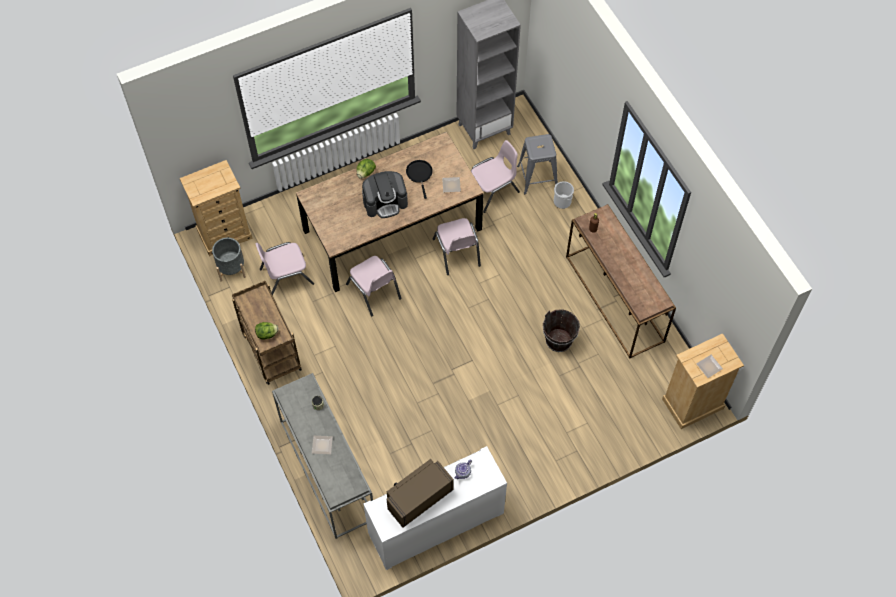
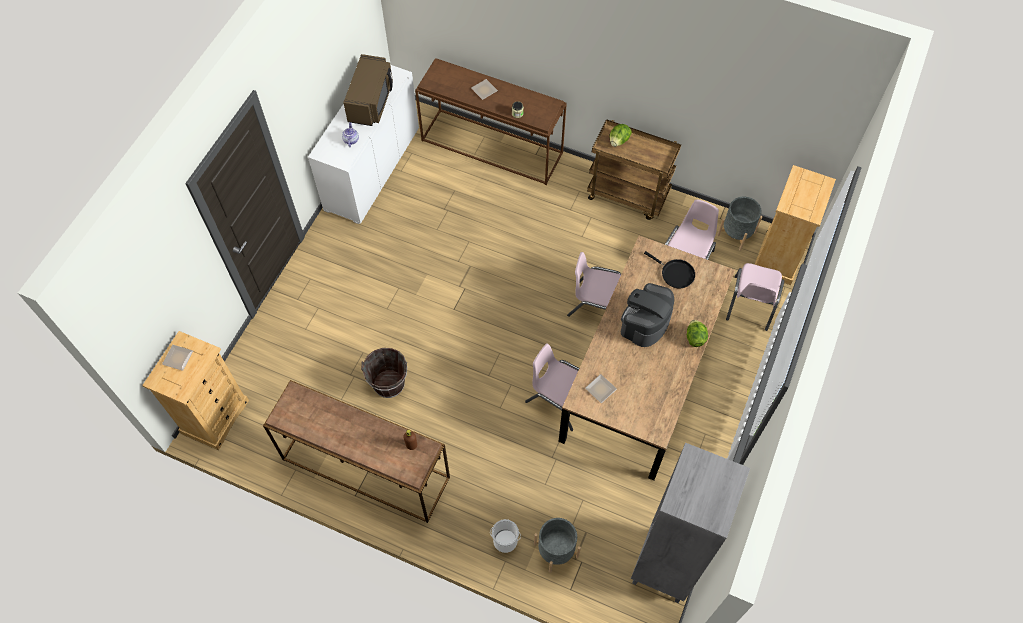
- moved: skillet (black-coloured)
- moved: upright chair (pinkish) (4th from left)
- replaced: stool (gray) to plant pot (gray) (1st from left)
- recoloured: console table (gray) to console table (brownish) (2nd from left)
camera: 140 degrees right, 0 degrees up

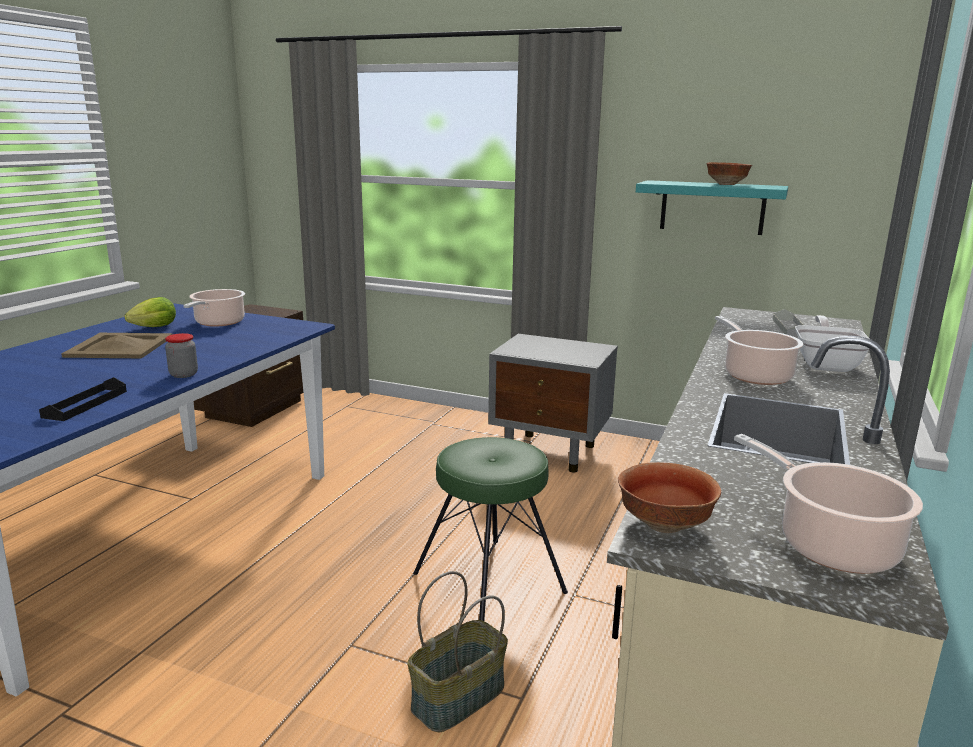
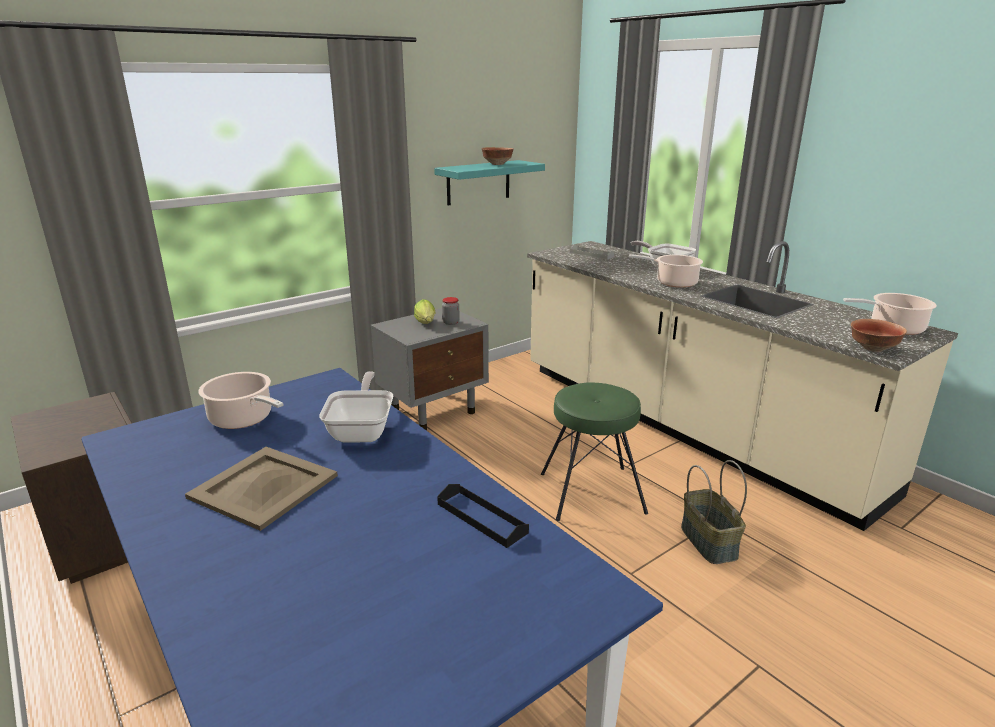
- added: skillet (1st from left)
- moved: lettuce
- moved: jar
camera: 60 degrees left, 5 degrees up

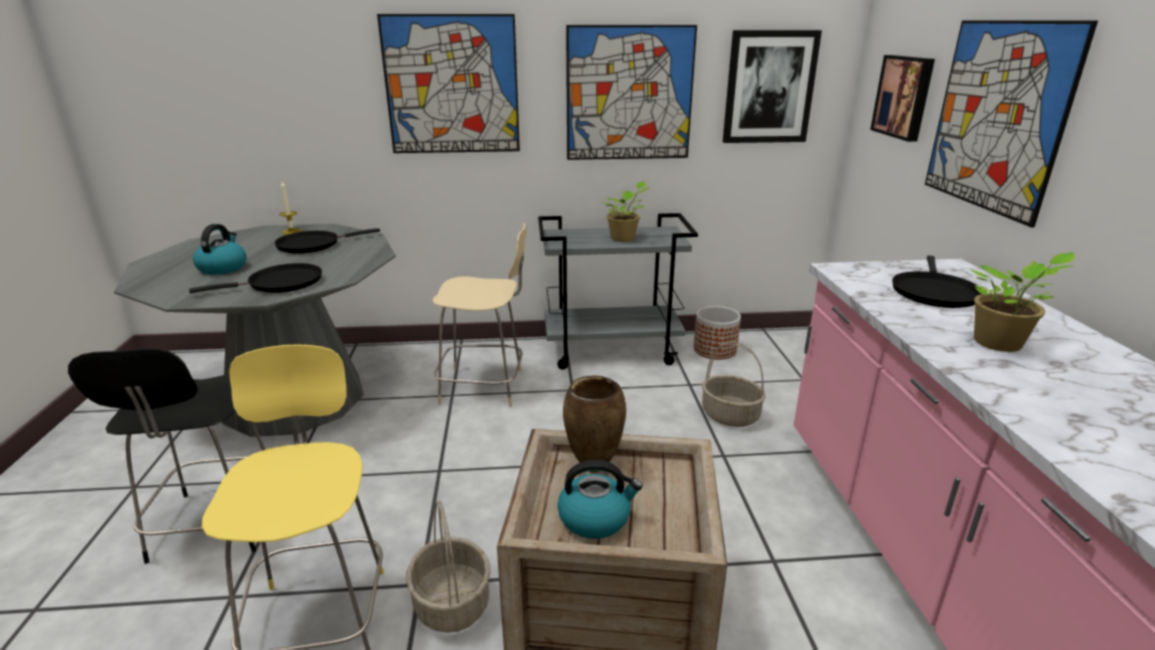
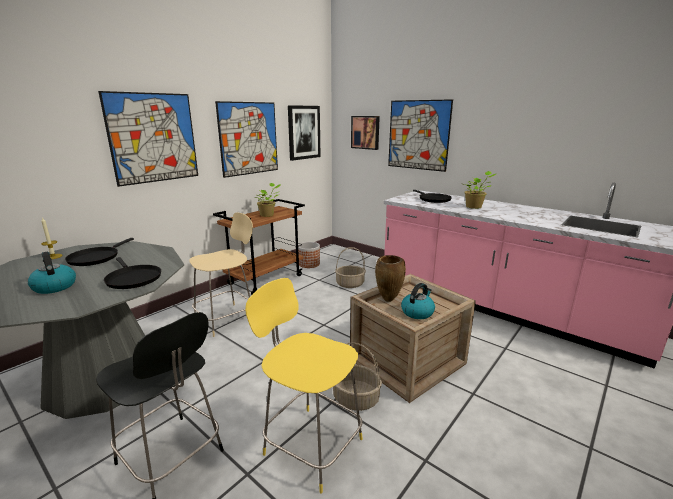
- recoloured: cart (gray) to cart (brownish)
- turned: skillet (black-coloured) (1st from left in the first image) 120 degrees clockwise
camera: 45 degrees left, 5 degrees down

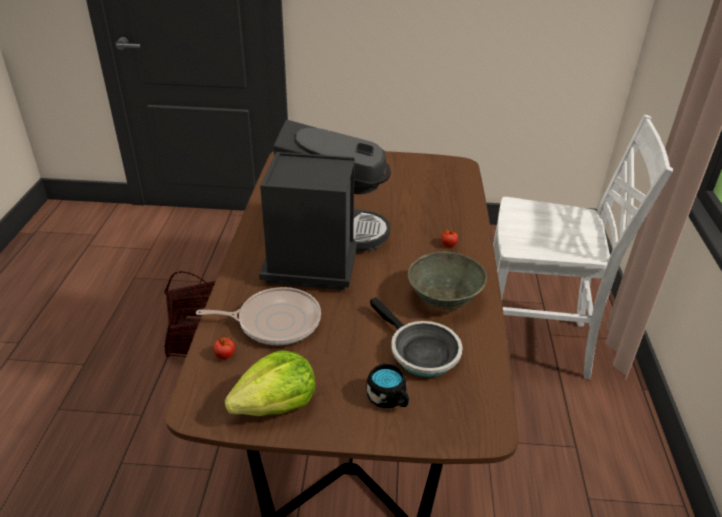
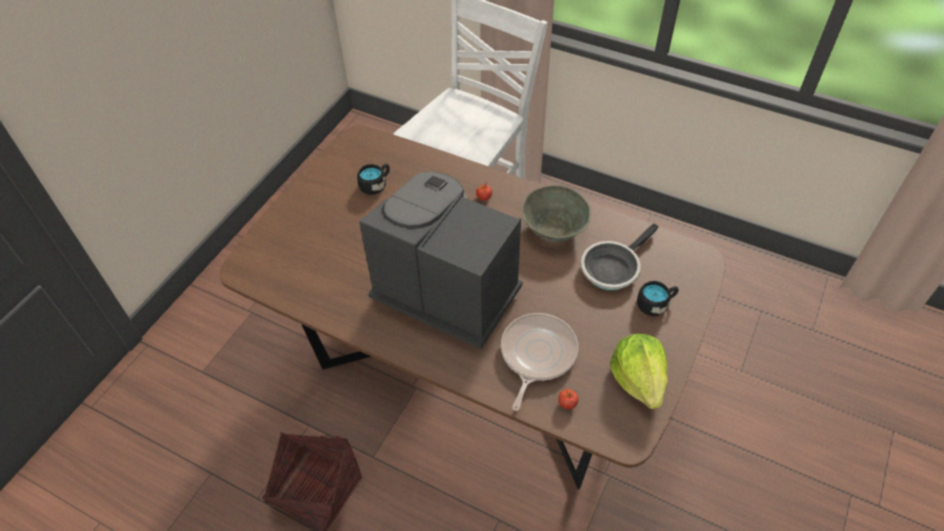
- added: mug (black-coloured) (1st from left)
- turned: skillet (2nd from left) 150 degrees clockwise
camera: 65 degrees left, 15 degrees up

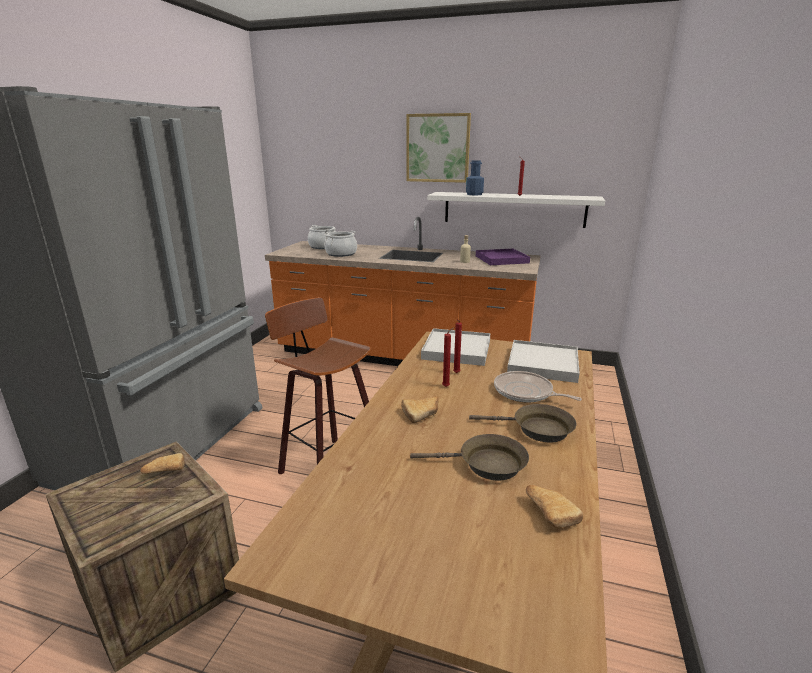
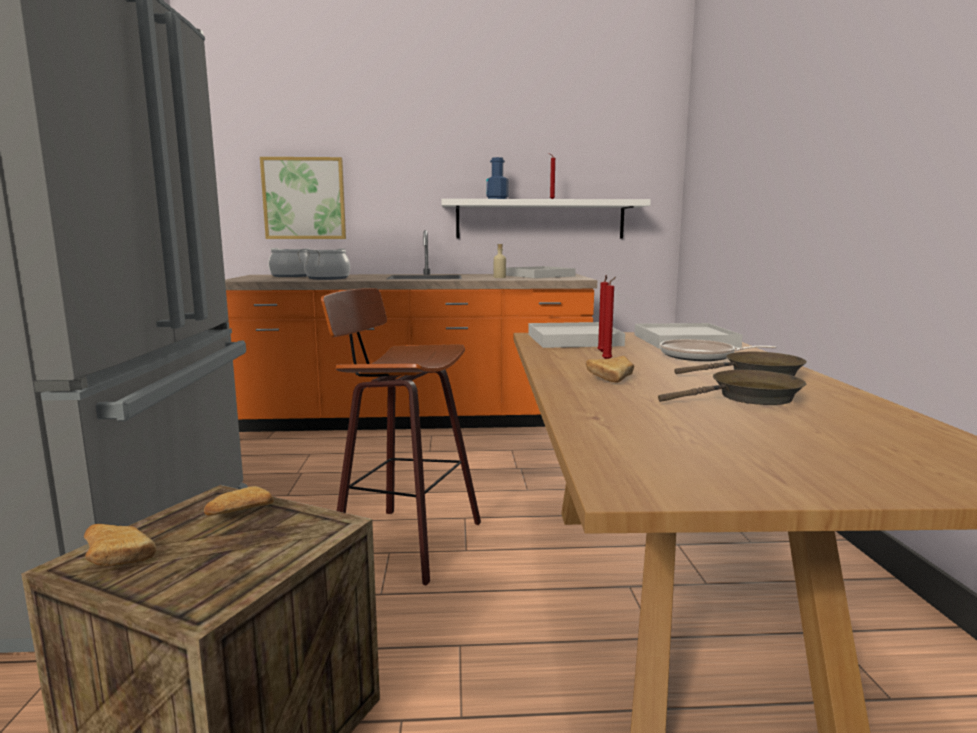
- moved: picture
- moved: baked bread (3rd from left in the first image) to baked bread (1st from left)
- recoloured: carrying tray (purplish) to carrying tray (white-coloured) (1st from left)
camera: 20 degrees left, 10 degrees down

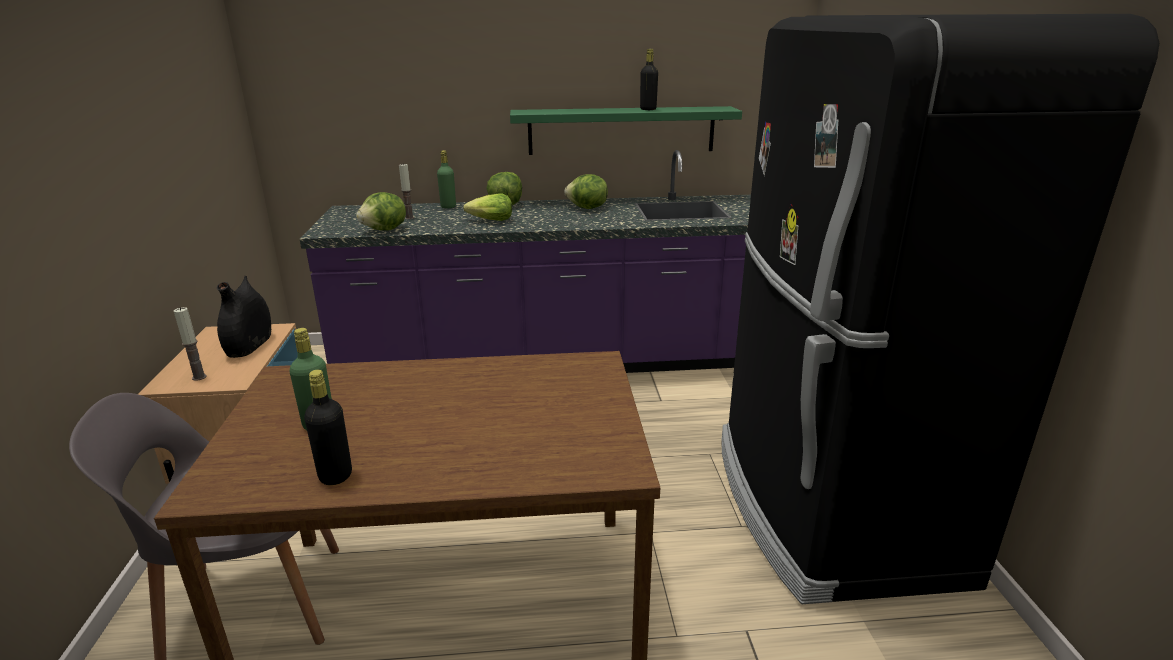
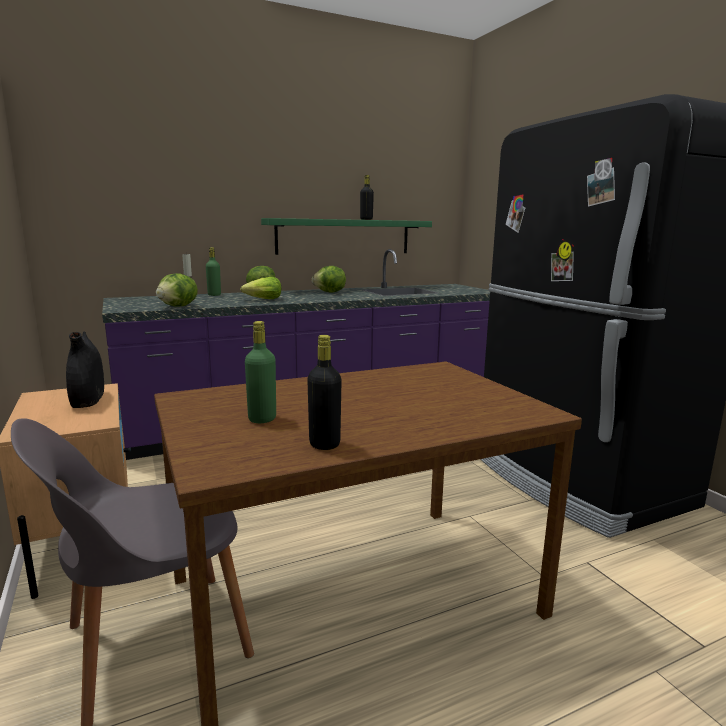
- removed: wax light (1st from left)
camera: 20 degrees left, 10 degrees down

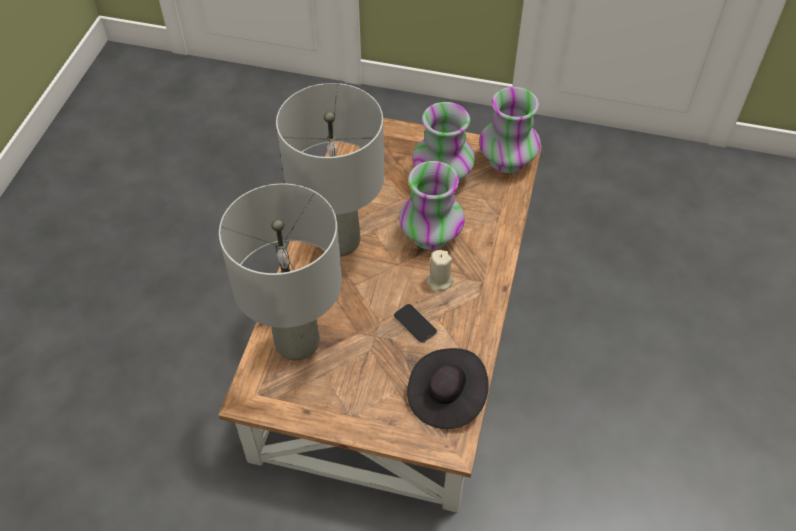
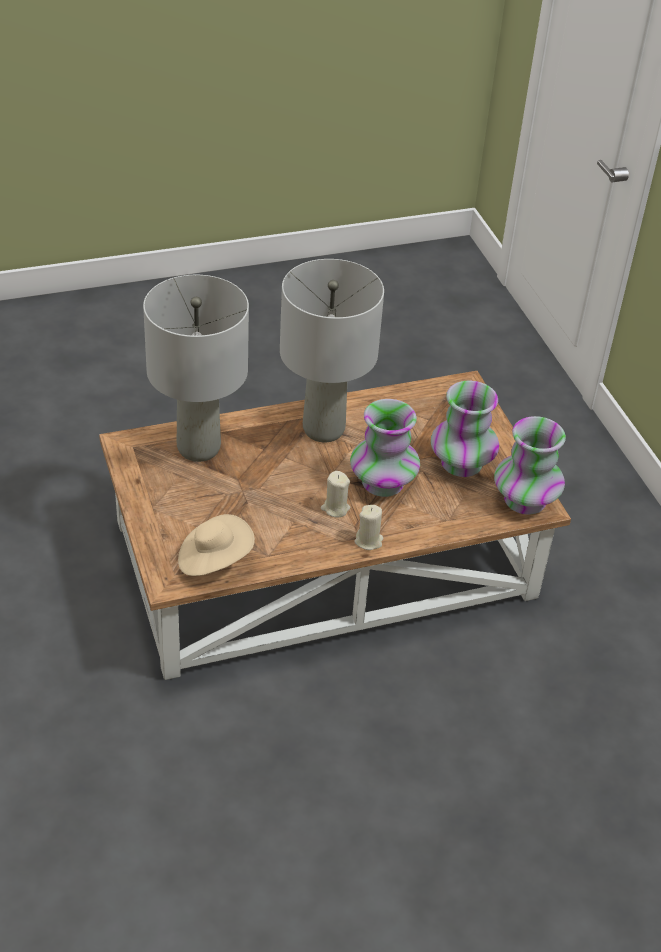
- removed: handset
- added: wax light (beige) (2nd from left)
- recoloured: wearable hat (black-coloured) to wearable hat (beige)
camera: 55 degrees right, 10 degrees down

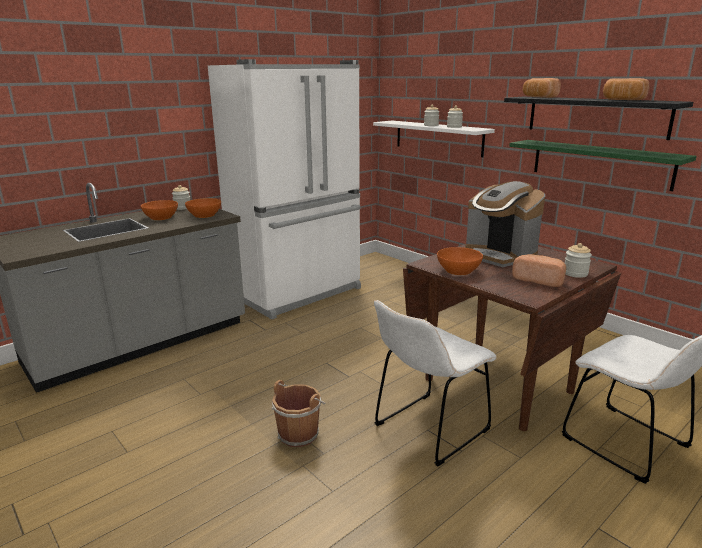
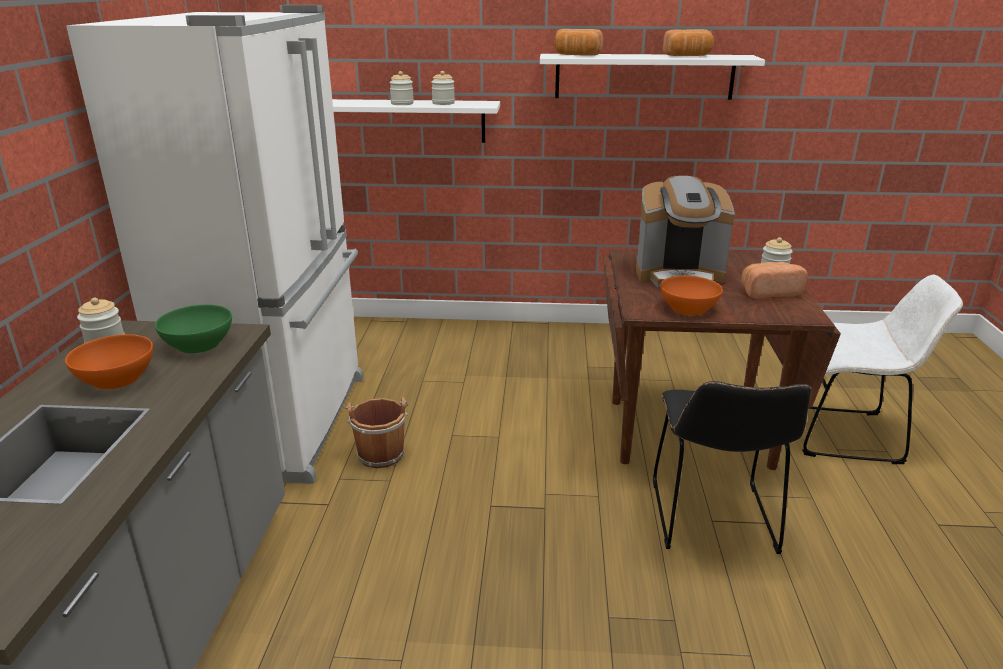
- removed: bracket shelf (green)
- moved: water bucket (brownish)
- recoloured: serving bowl (orangey) (2nd from left) to serving bowl (green)
- recoloured: upright chair (white-coloured) (1st from left) to upright chair (black-coloured)
- recoloured: bracket shelf (black-coloured) to bracket shelf (white-coloured) (2nd from left)
camera: 45 degrees left, 5 degrees up

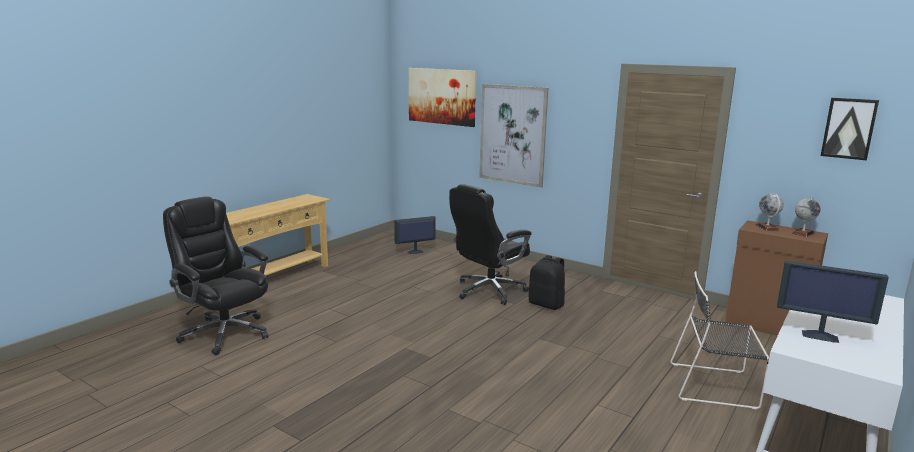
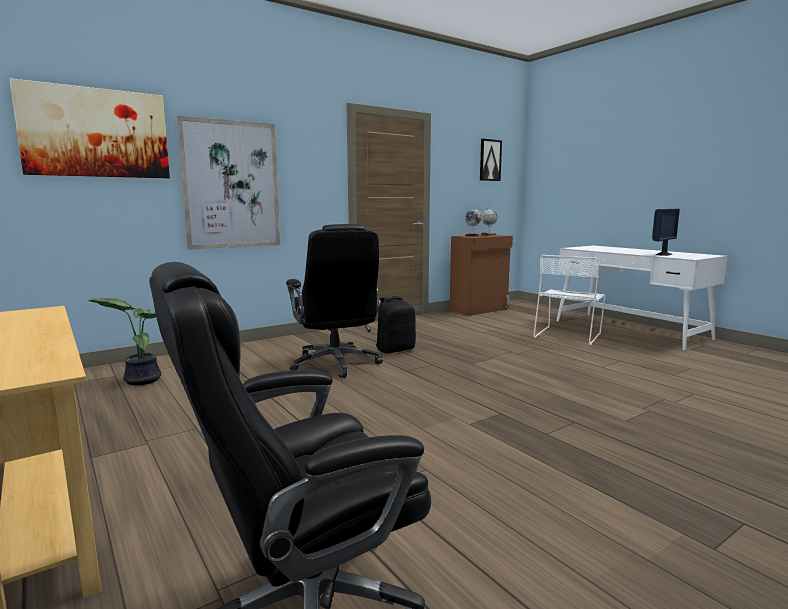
- replaced: monitor (1st from left) to potted plant
- recoloured: upright chair (black-coloured) to upright chair (white-coloured)
camera: 70 degrees left, 5 degrees down

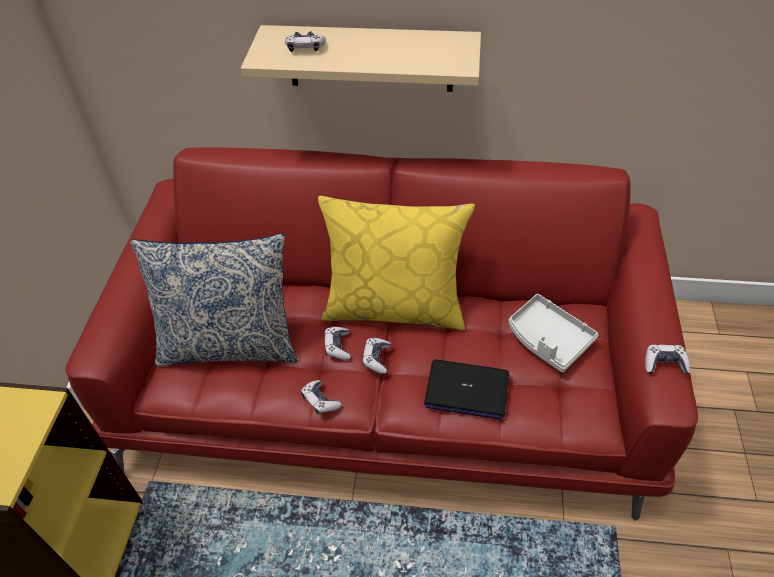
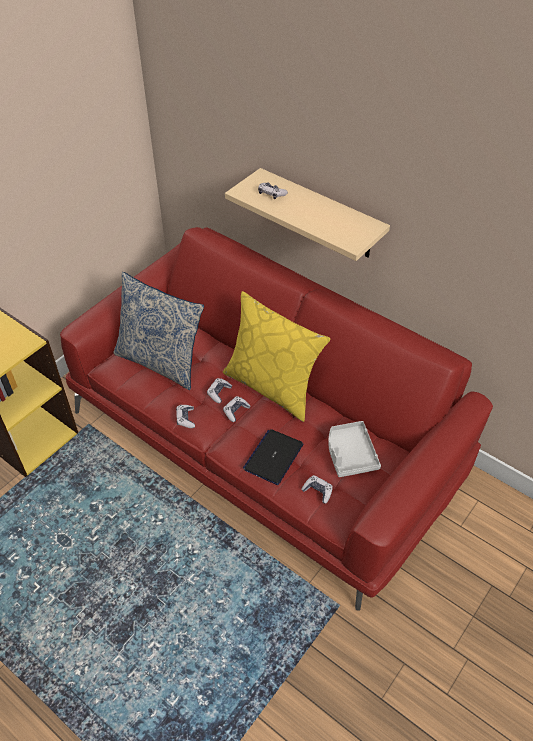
- moved: joypad (5th from left)
- turned: laptop 75 degrees clockwise
camera: 30 degrees right, 0 degrees up

